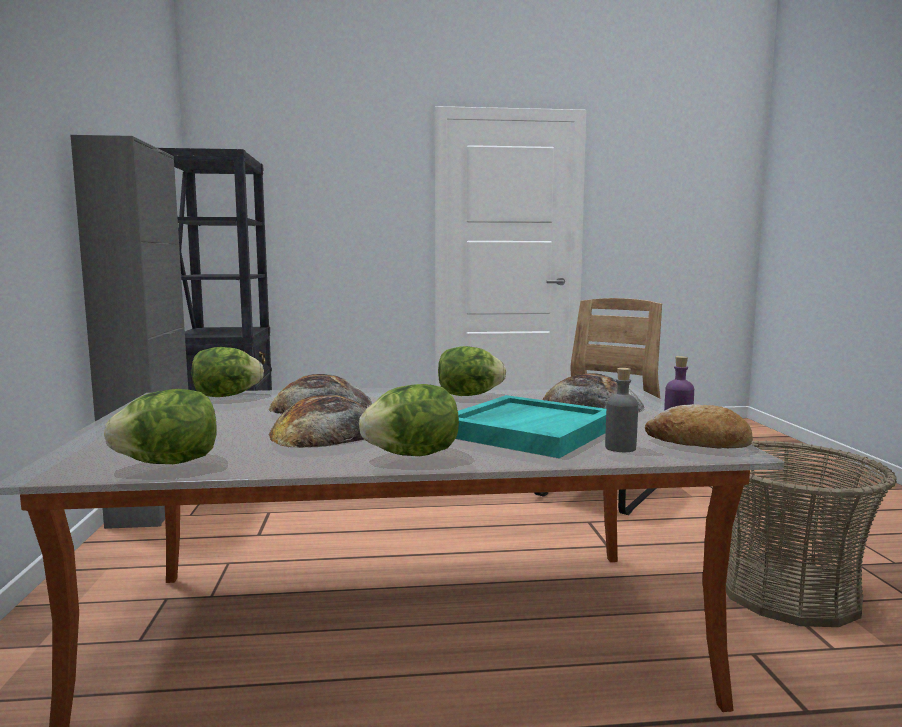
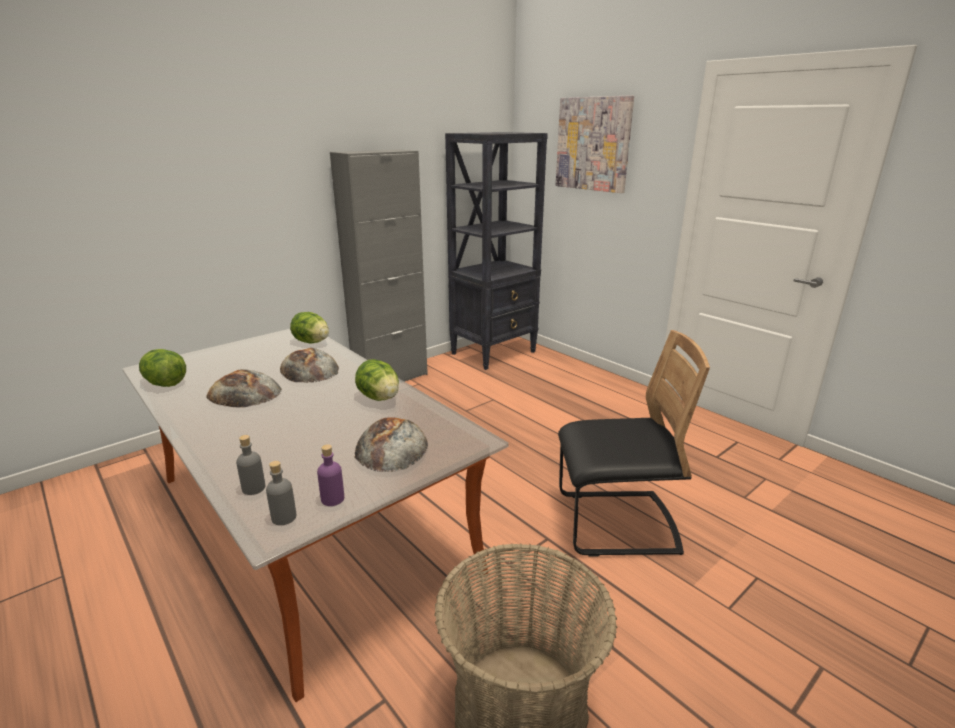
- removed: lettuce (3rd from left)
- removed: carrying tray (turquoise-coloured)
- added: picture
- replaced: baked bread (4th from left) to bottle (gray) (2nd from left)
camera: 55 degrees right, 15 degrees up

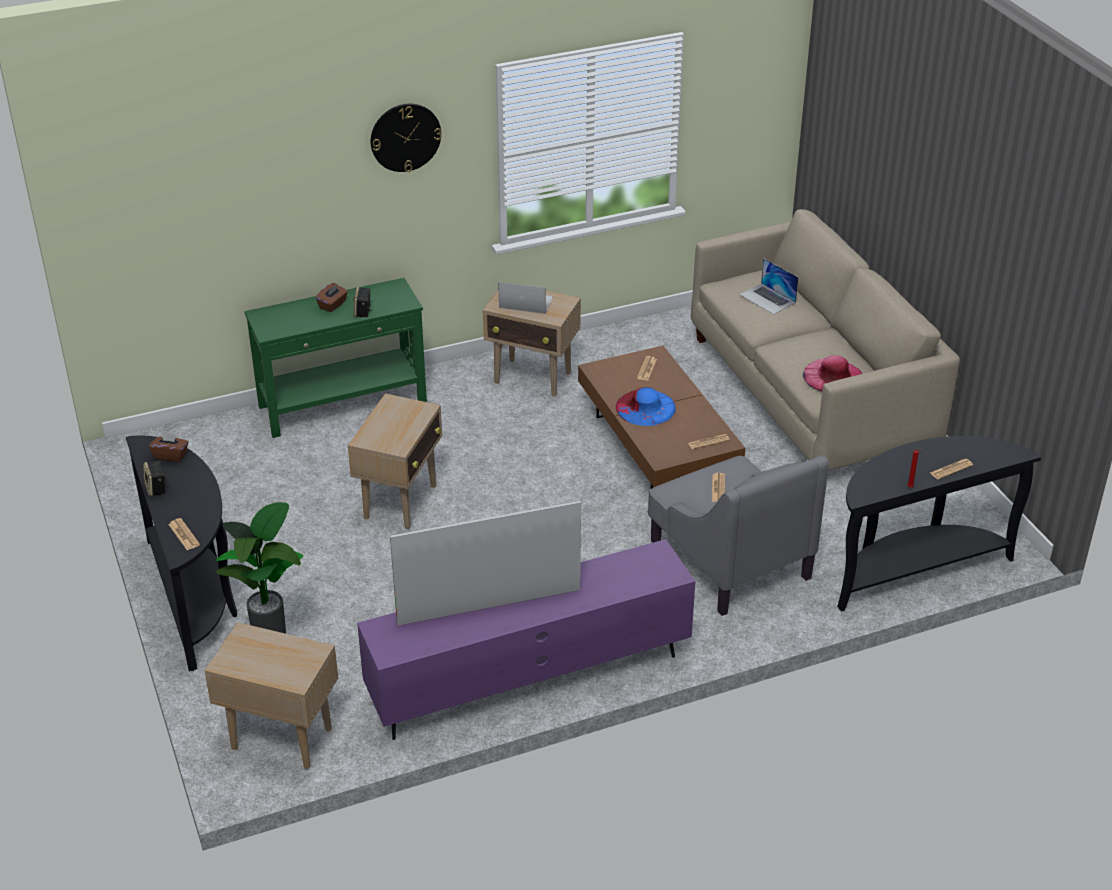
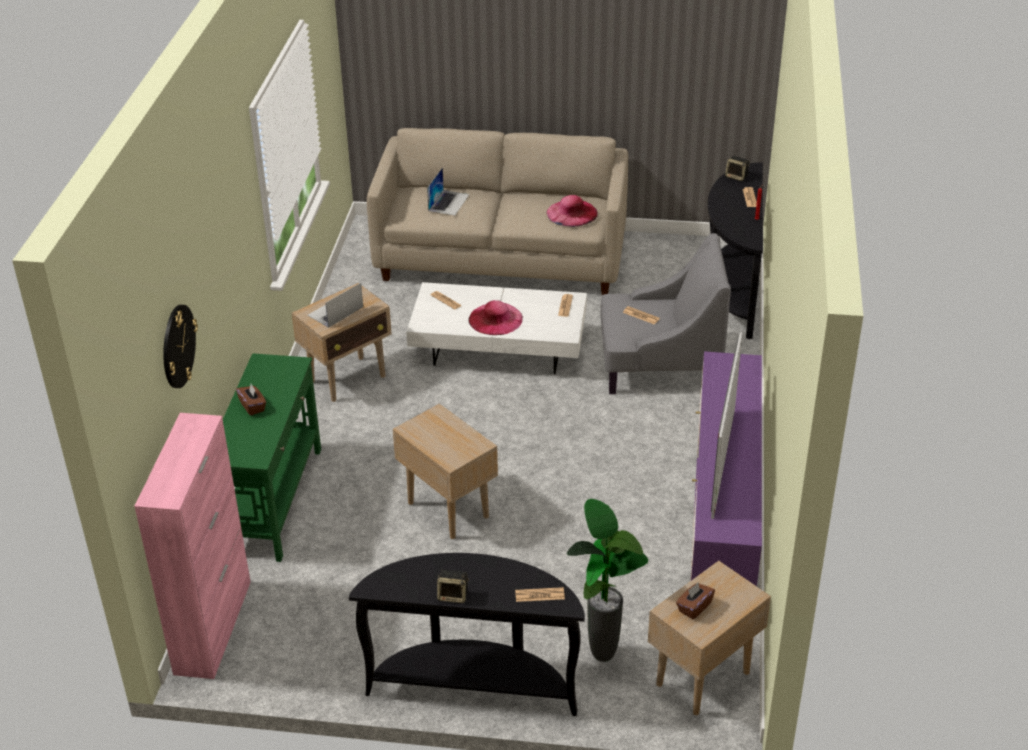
- added: storage cabinet (pinkish)
- moved: tissue holder (brownish) (1st from left in the first image) to tissue holder (brownish) (2nd from left)
- moved: audio speaker (2nd from left)
- moved: clock on the wall
- recoloured: coffee table (brownish) to coffee table (white-coloured)
- recoloured: wearable hat (blue-coloured) to wearable hat (pinkish) (1st from left)
- turned: laptop (2nd from left) 60 degrees counterclockwise
camera: 60 degrees left, 0 degrees up

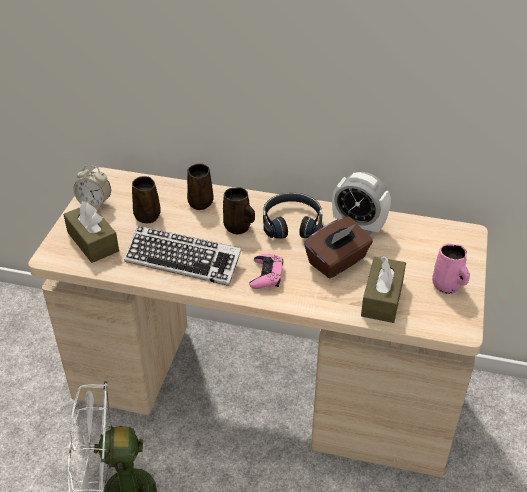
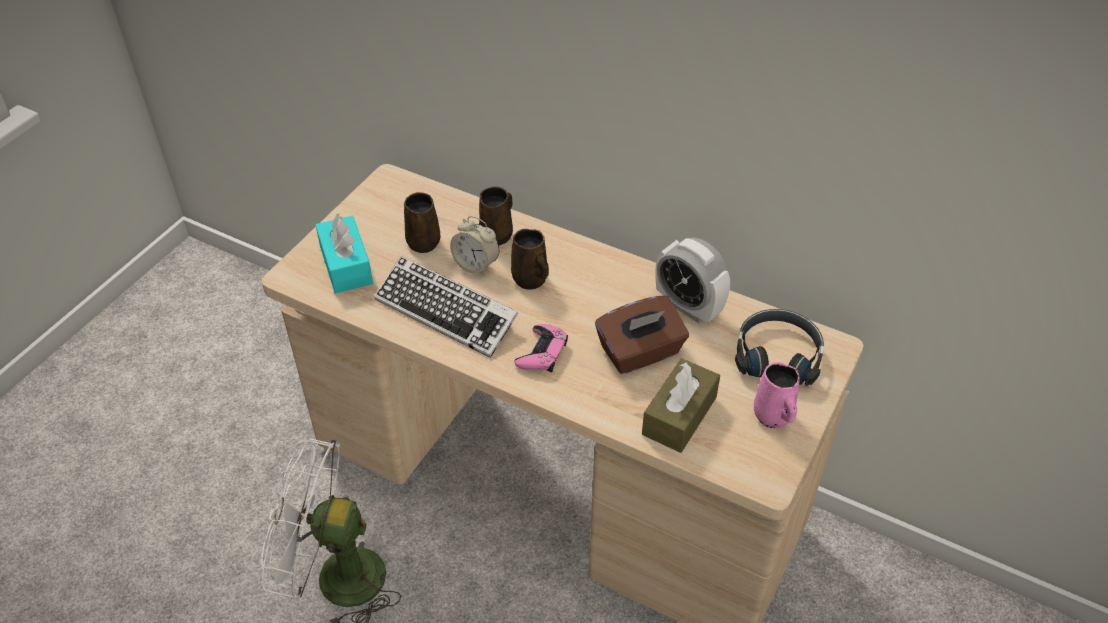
- moved: alarm clock (1st from left)
- moved: pair of headphones (black-coloured)
- recoloured: tissue holder (brownish) (1st from left) to tissue holder (turquoise-coloured)
camera: 15 degrees right, 5 degrees up

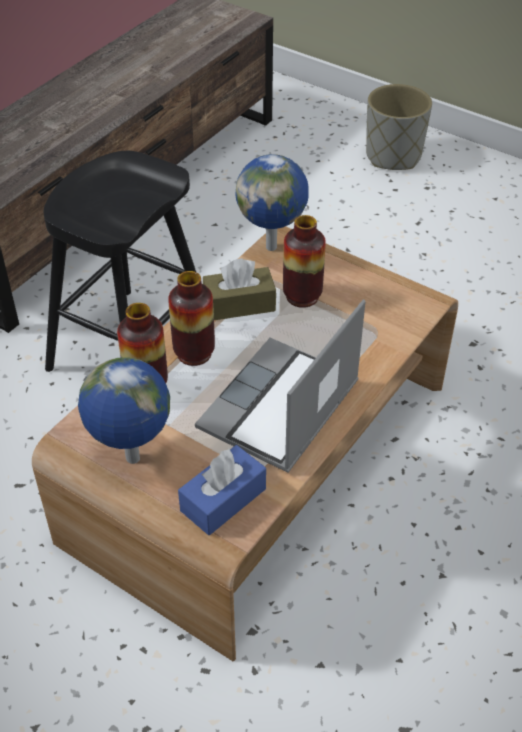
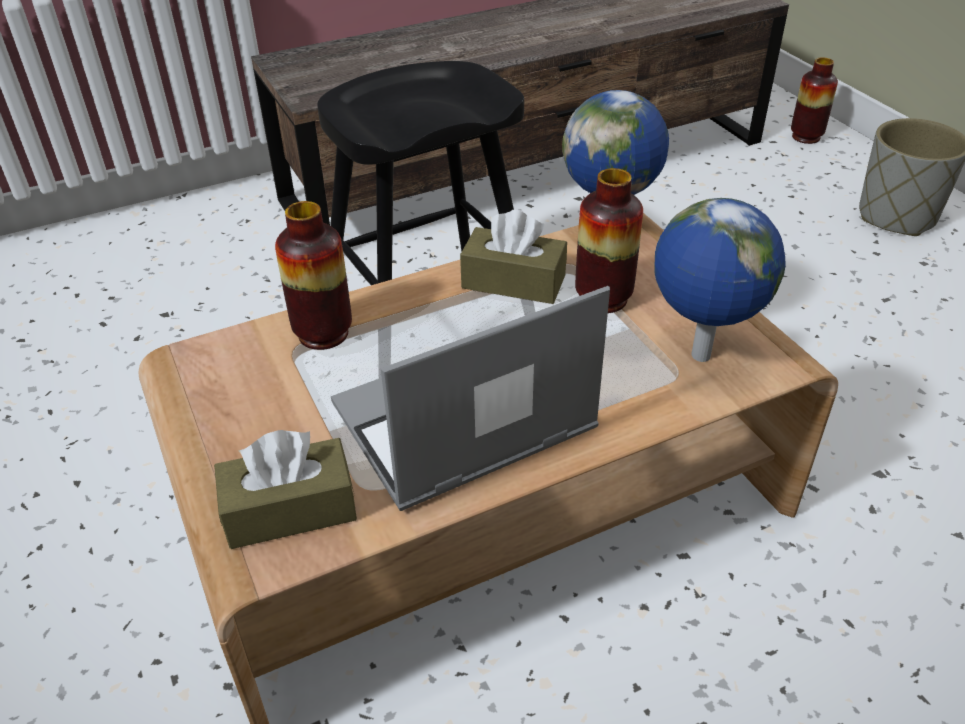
- moved: desk globe (1st from left in the first image) to desk globe (2nd from left)
- moved: decorative vase (2nd from left in the first image) to decorative vase (3rd from left)
- recoloured: tissue holder (blue-coloured) to tissue holder (brownish) (1st from left)
camera: 30 degrees right, 5 degrees down

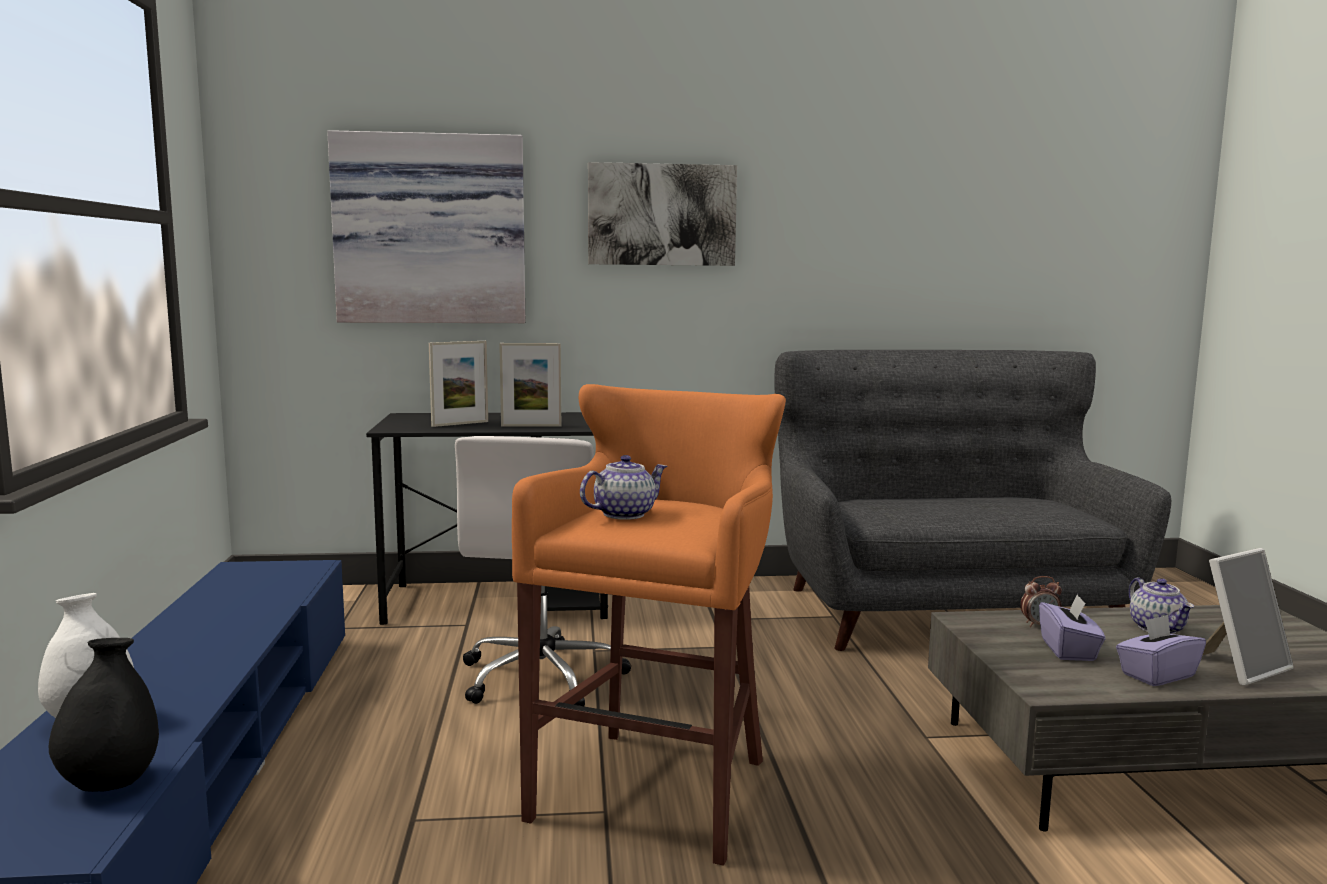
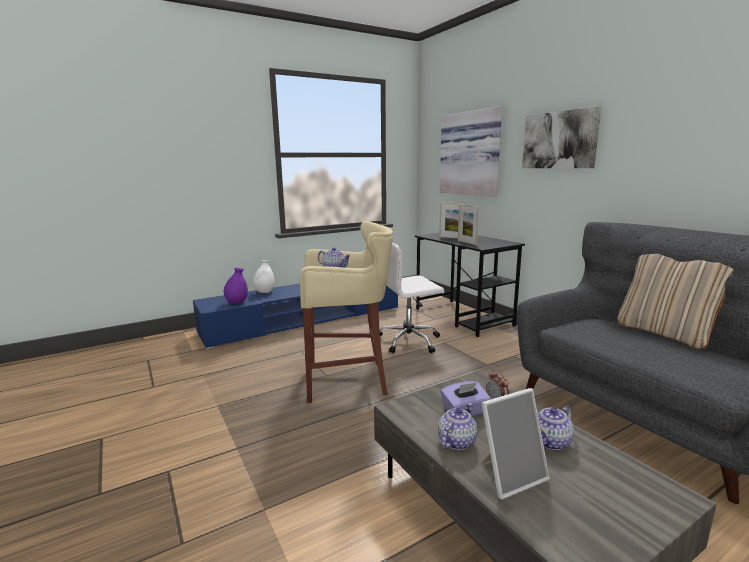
- added: pillow (beige)
- replaced: tissue holder (purplish) (2nd from left) to tea pot (2nd from left)
- recoloured: decorative vase (black-coloured) to decorative vase (purplish)
- recoloured: stool (orangey) to stool (beige)
- turned: standing frame (3rd from left) 60 degrees counterclockwise
camera: 65 degrees right, 5 degrees up

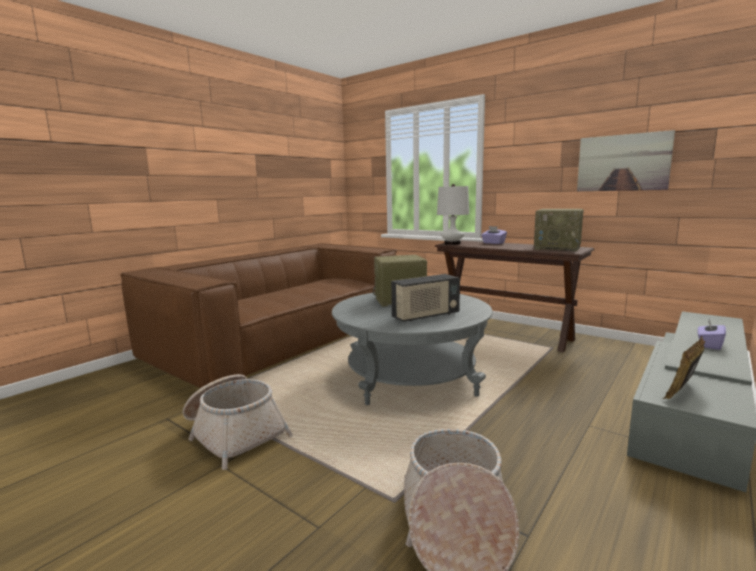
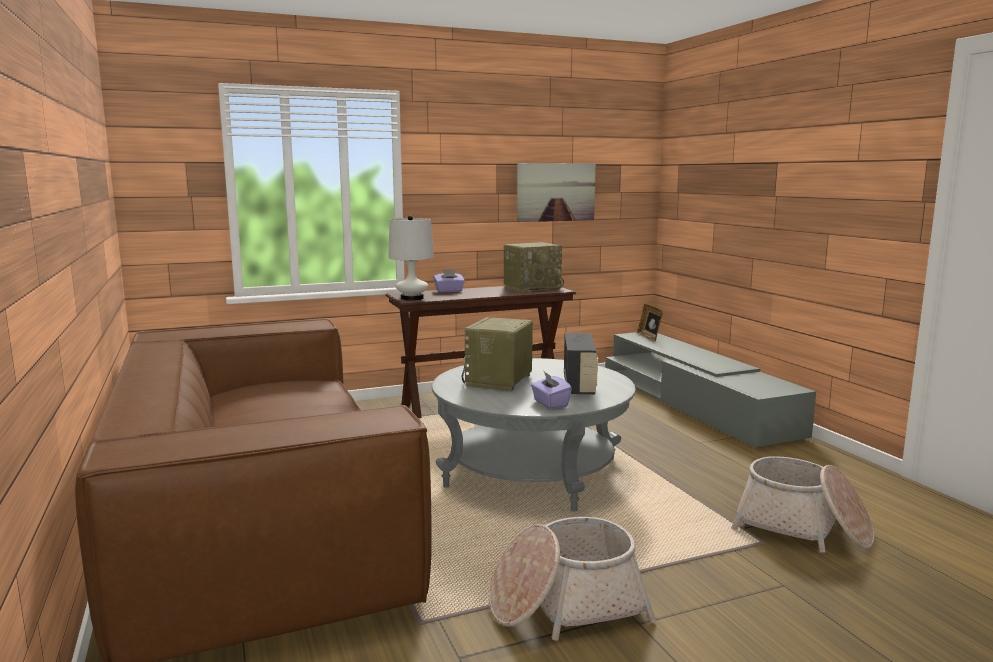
- moved: standing frame
- moved: tissue holder (purplish) (2nd from left)
camera: 60 degrees left, 0 degrees up

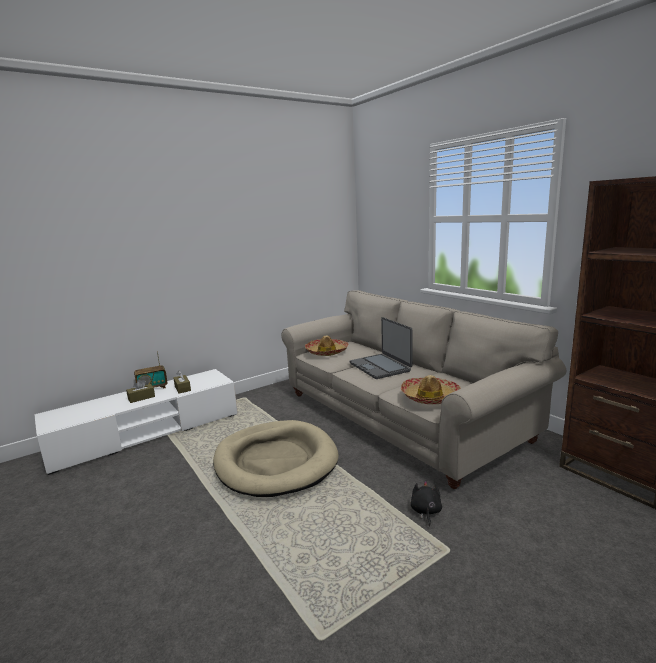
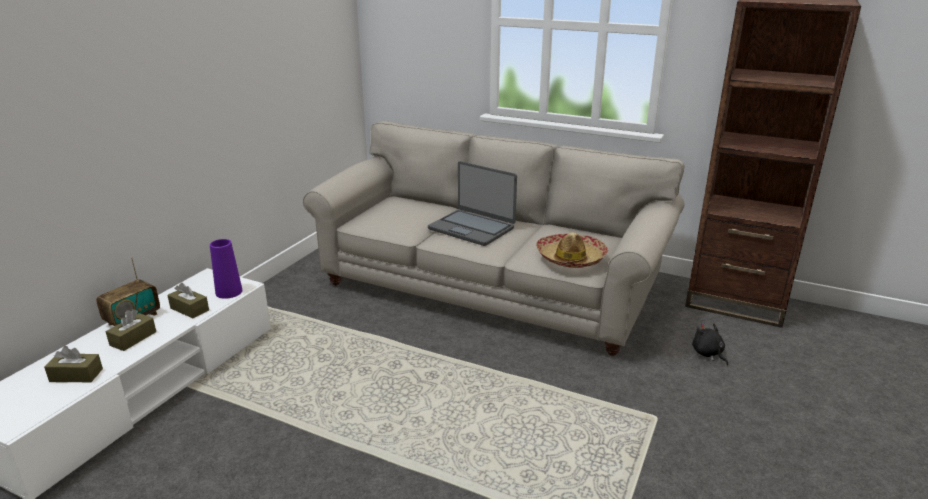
- removed: dog bed (beige)
- removed: wearable hat (1st from left)
- added: tissue holder (brownish) (1st from left)
- added: decorative vase (purplish)
- moved: soft toy (black-coloured)
camera: 30 degrees left, 10 degrees up

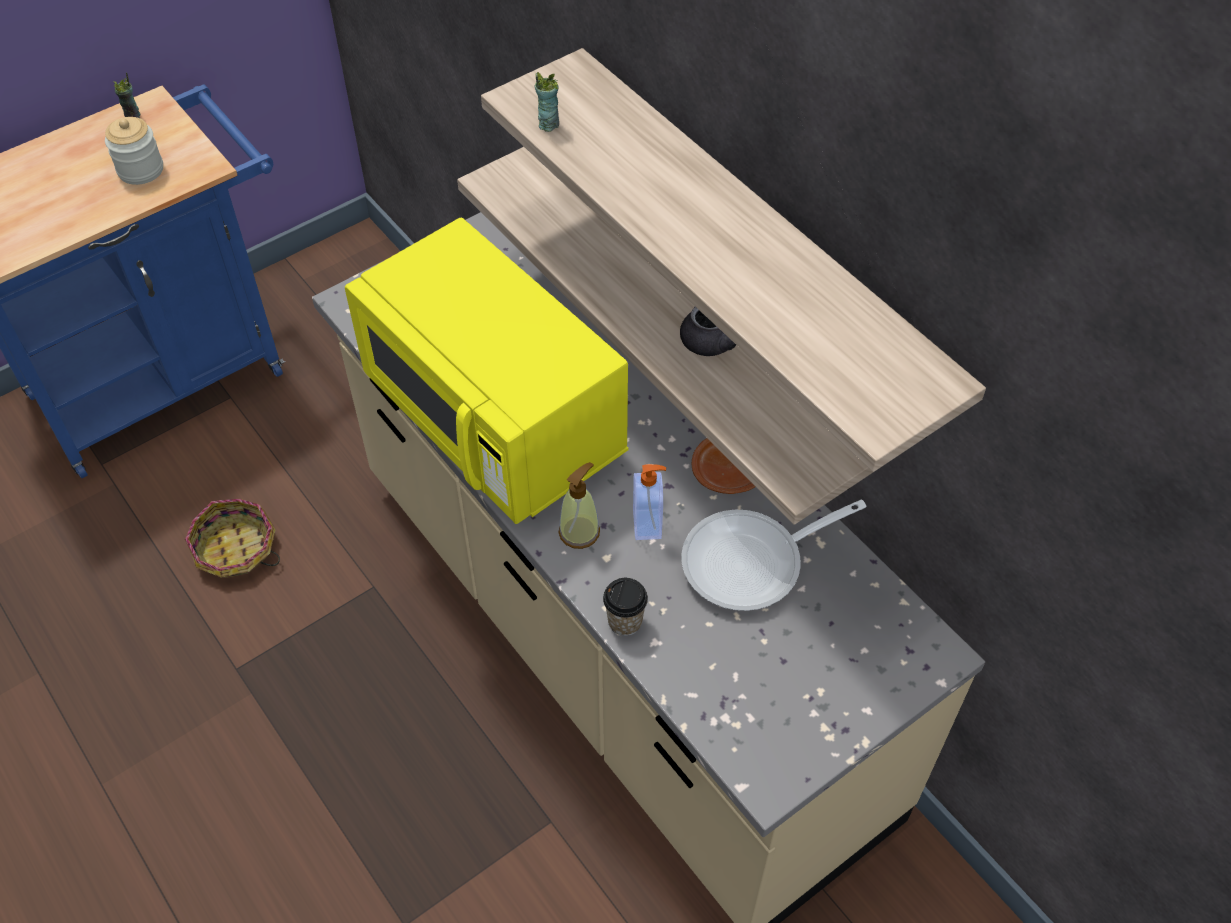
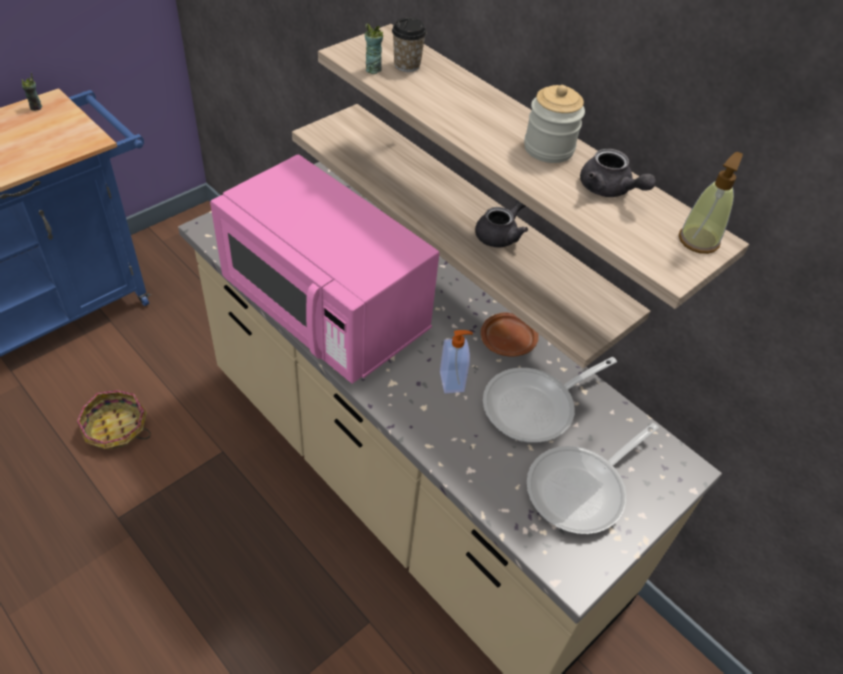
- added: skillet (2nd from left)
- added: tea pot (gray) (2nd from left)
- moved: jar
- moved: soap bottle (1st from left in the first image) to soap bottle (2nd from left)
- moved: drinking cup (3rd from left)
- recoloured: microwave oven (yellow-coloured) to microwave oven (pinkish)
camera: 10 degrees left, 5 degrees down

